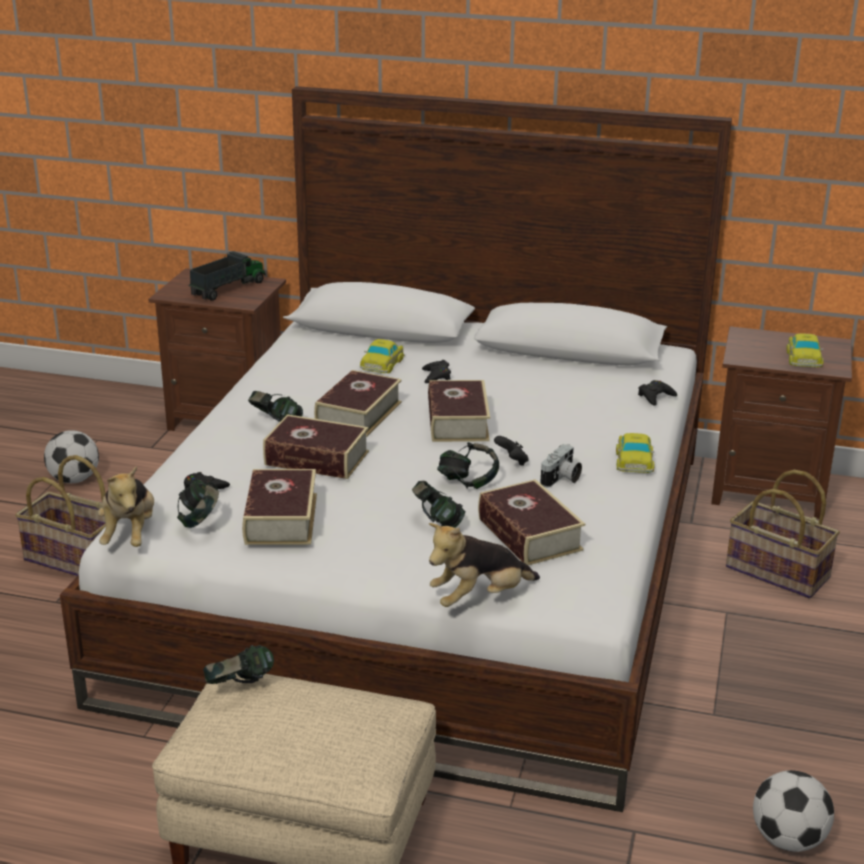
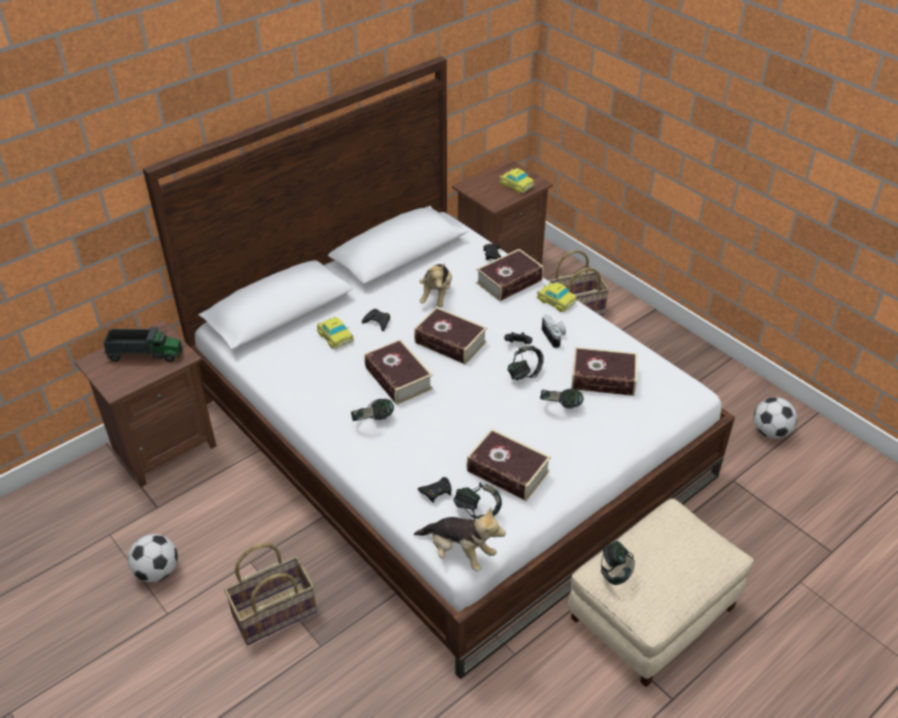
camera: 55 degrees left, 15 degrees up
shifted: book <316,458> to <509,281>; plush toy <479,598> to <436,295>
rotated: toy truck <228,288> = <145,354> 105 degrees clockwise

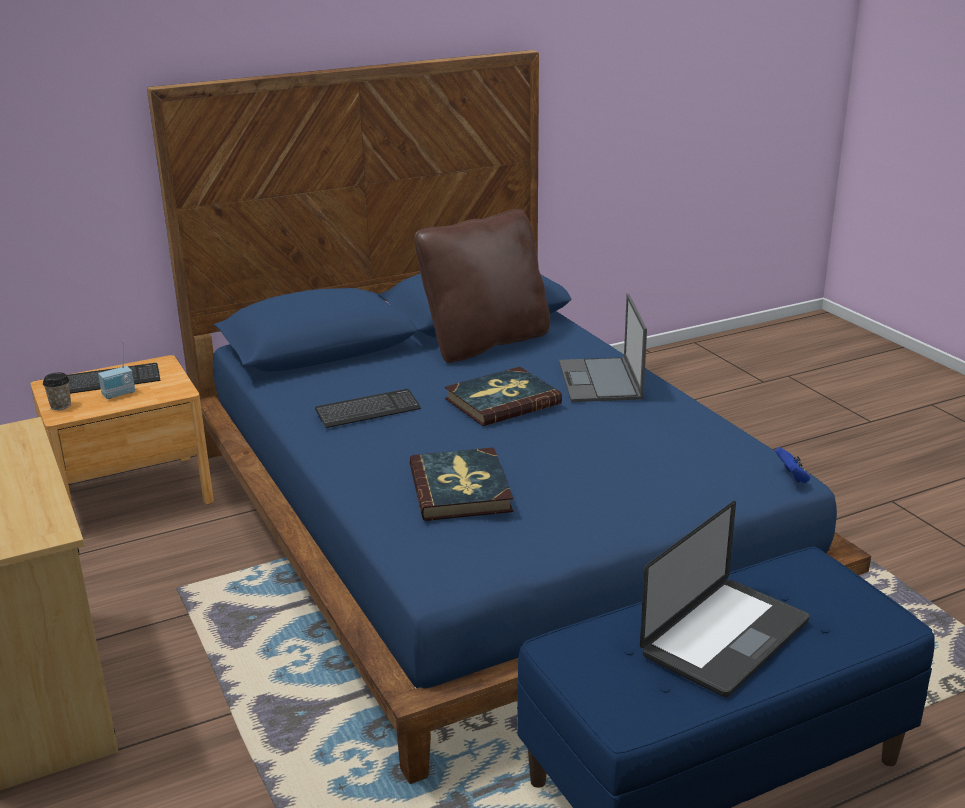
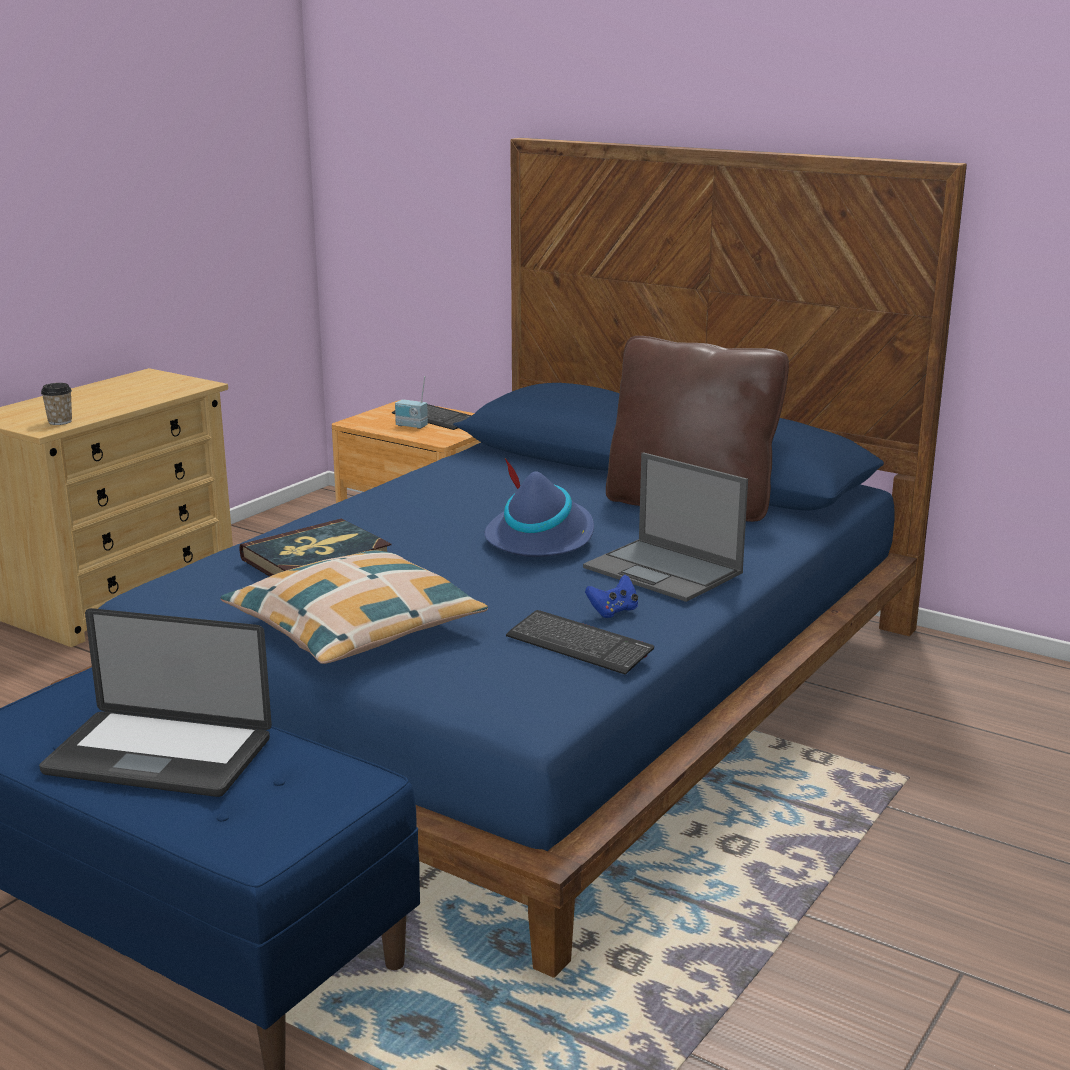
camera: 60 degrees right, 5 degrees down
new: pillow <354,628>
shifted: cup <60,406> to <60,422>; keyboard <368,411> to <579,645>; game controller (blue) <792,477> to <613,611>
swapped: book <502,401> to hat (blue) <540,537>
rotated: laptop <600,381> = <664,571> 105 degrees counterclockwise

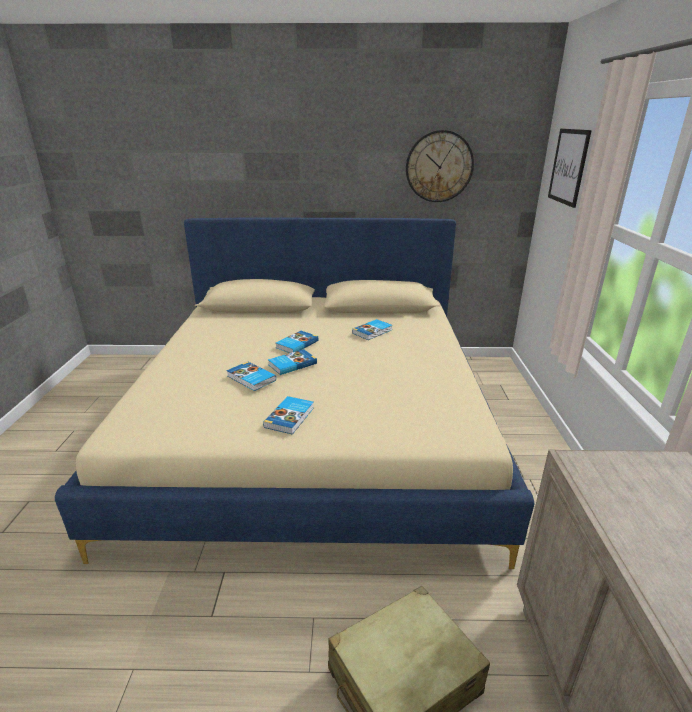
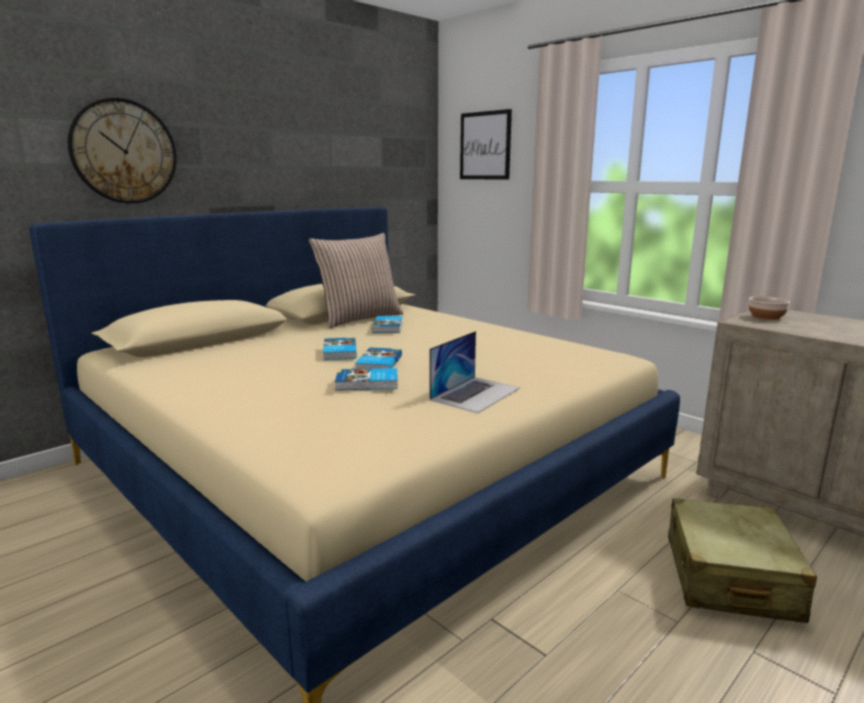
camera: 45 degrees left, 10 degrees down
new: pillow <359,318>; bowl <766,317>
shifted: wall clock <439,167> to <124,151>
swapped: book <290,417> to laptop <475,394>

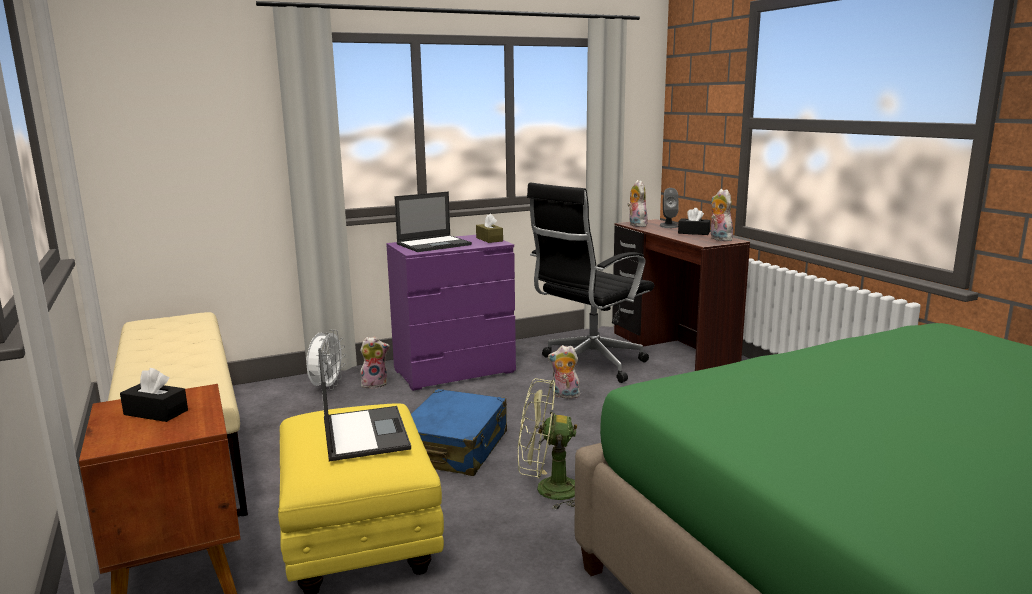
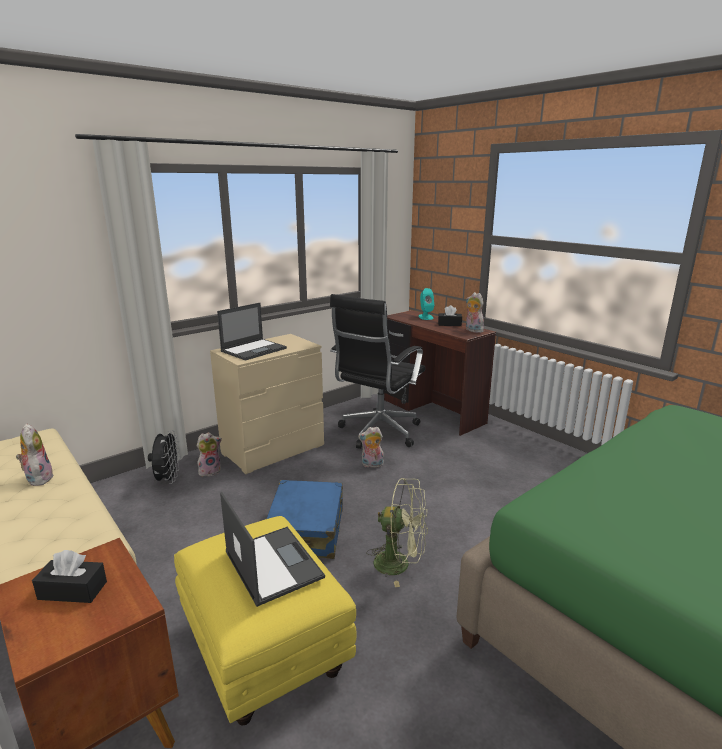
camera: 15 degrees left, 5 degrees up
gone: tissue box (brown) <489,239>
shifted: plush toy <636,225> to <38,478>
repainted: fan (white) <326,387> to fan (black) <168,479>; dresser (purple) <455,371> to dresser (beige) <273,450>; speaker (grey) <668,225> to speaker (turquoise) <425,317>
rotated: fan (green) <547,490> = <399,564> 150 degrees counterclockwise

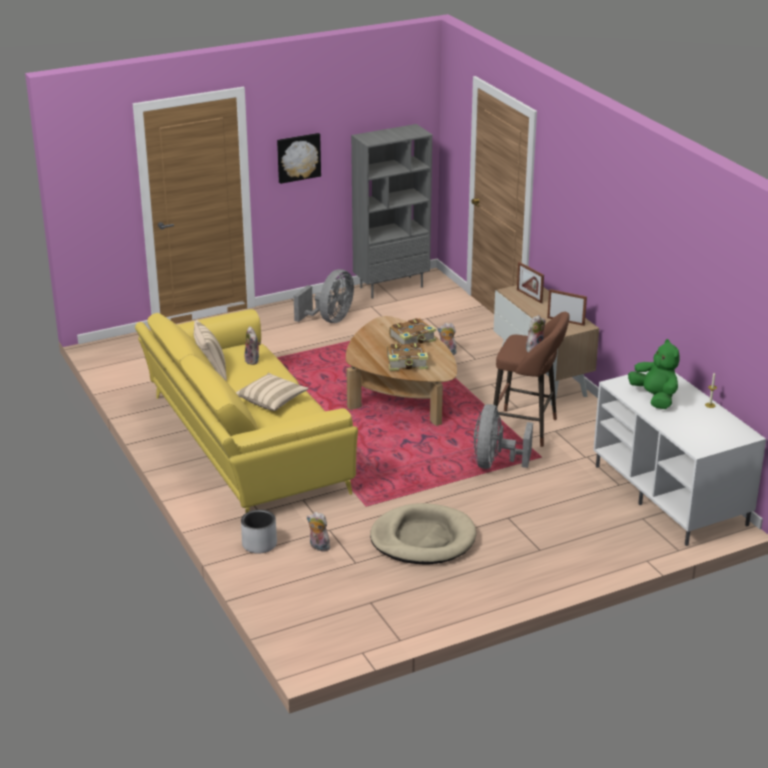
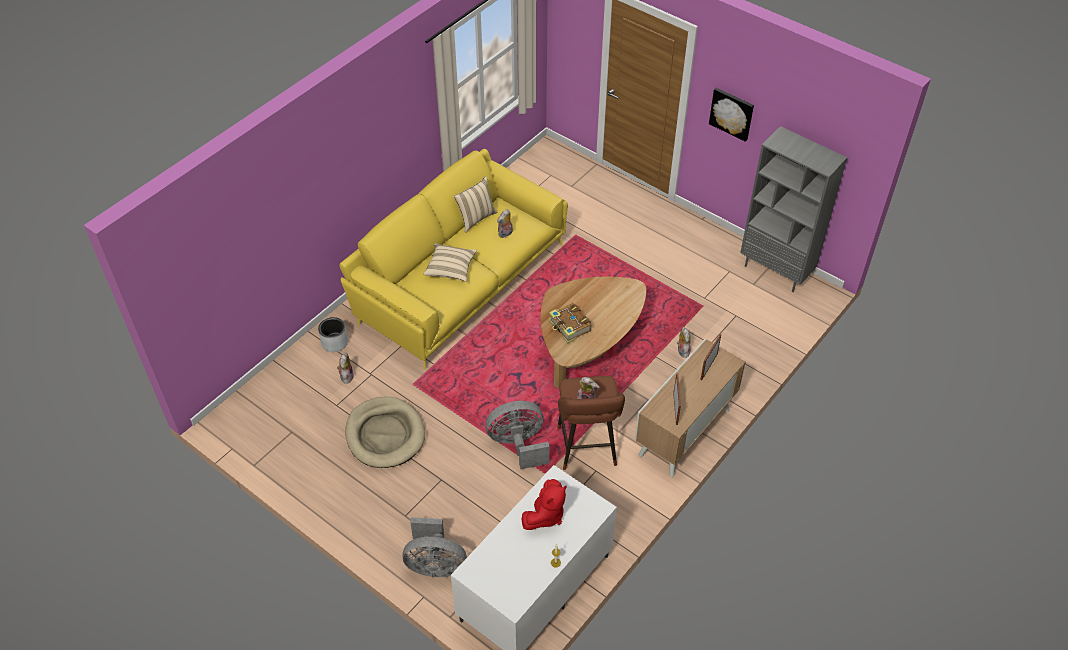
camera: 65 degrees right, 20 degrees up
gone: book <413,339>
shifted: fan (grey) <329,319> to <435,565>
repainted: plush toy (green) <655,398> to plush toy (red) <545,515>

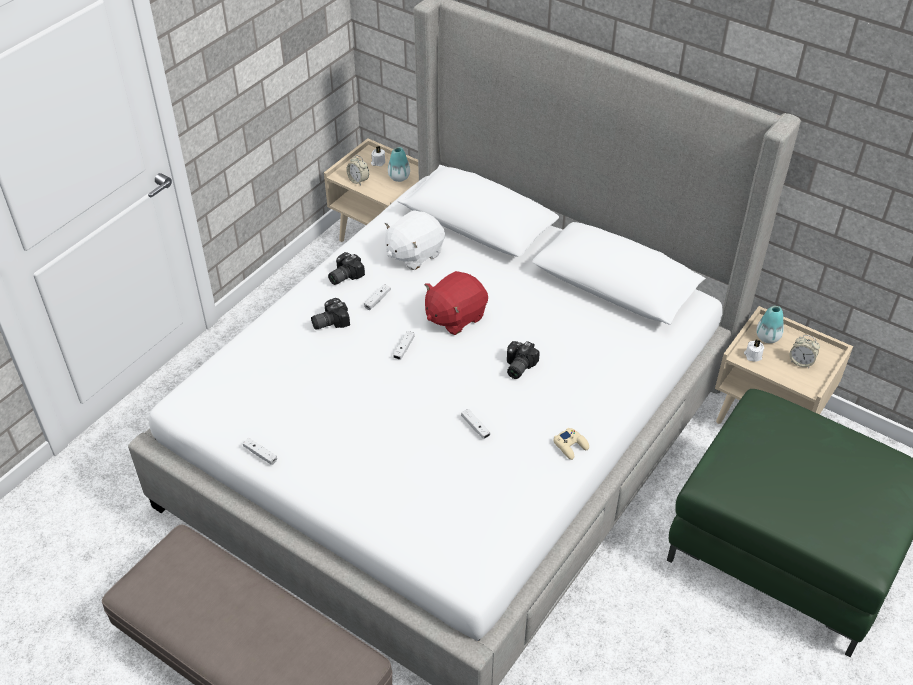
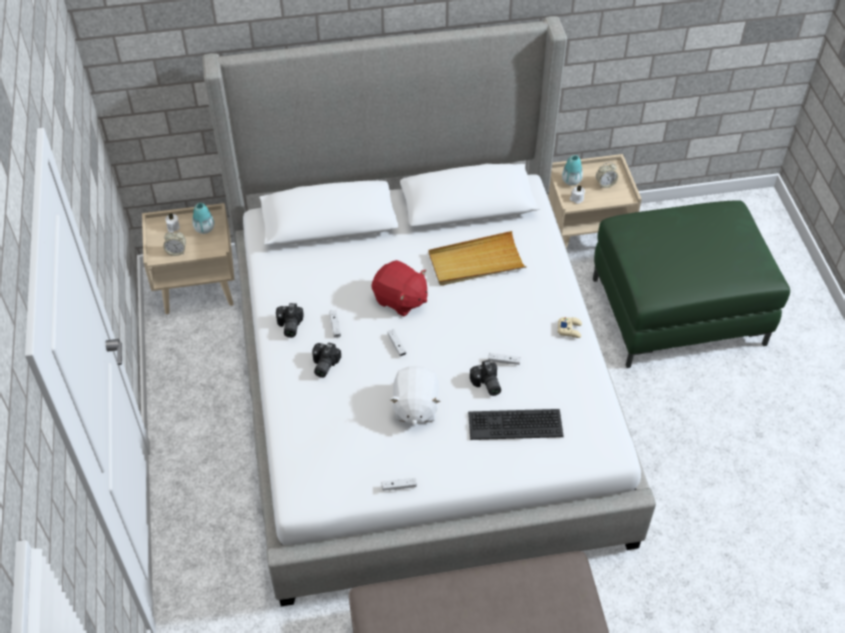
camera: 45 degrees left, 5 degrees up
new: tray (beige) <476,262>; keyboard <515,424>
shifted: plush toy (white) <414,254> to <415,407>; photo camera <517,366> to <486,385>
rotated: plush toy (red) <455,317> = <400,300> 60 degrees counterclockwise

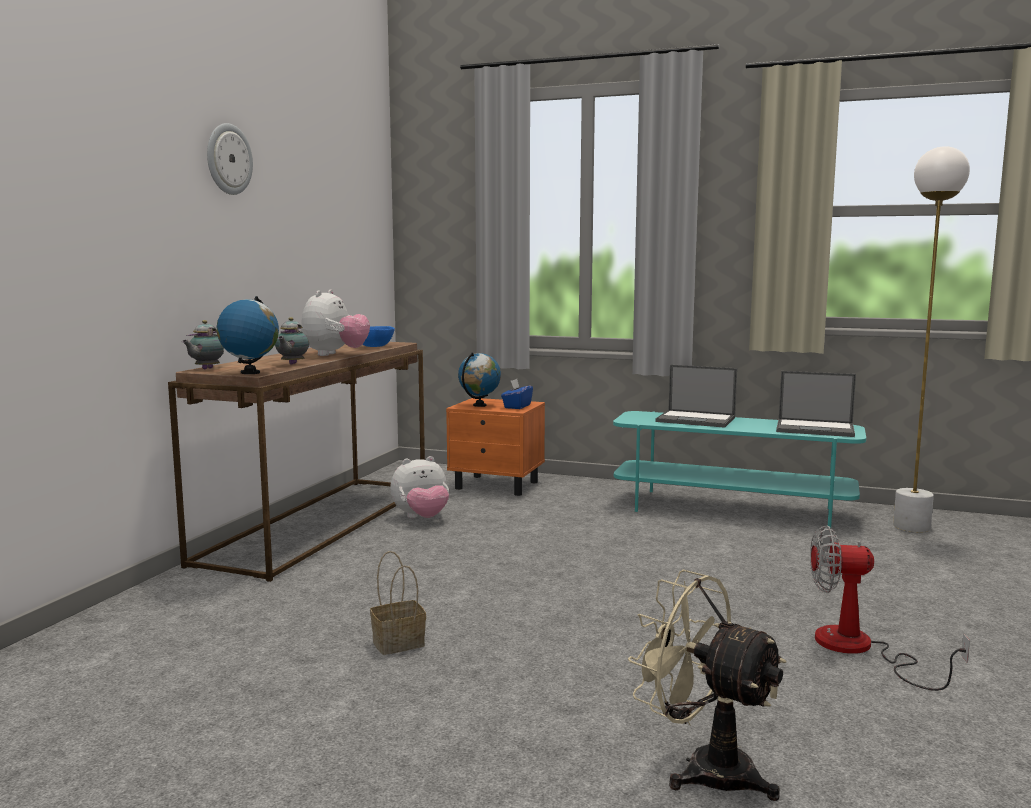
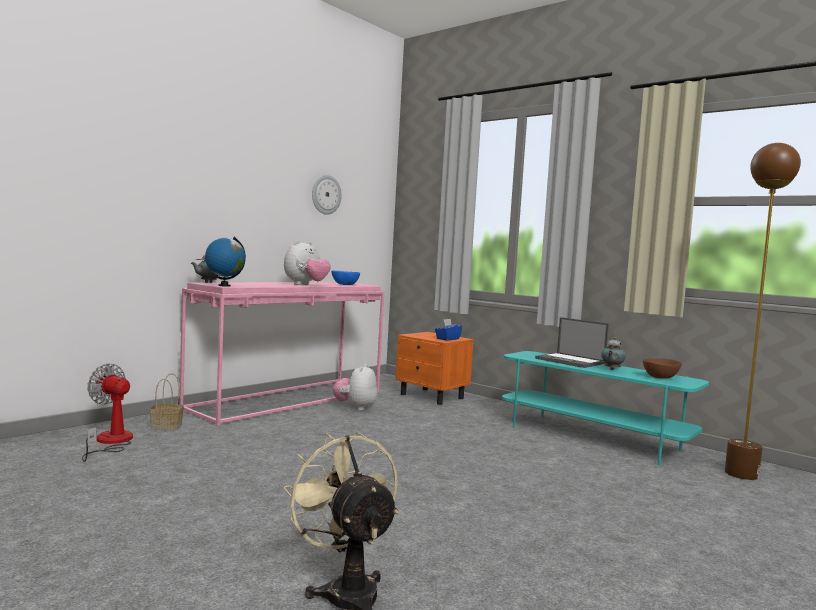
camera: 20 degrees right, 5 degrees down
gone: globe <479,405>
shifted: wall clock <228,159> to <326,194>; teapot <291,364> to <611,369>; basket <400,642> to <167,426>; fan <860,649> to <110,442>
swapped: laptop <816,429> to bowl (brown) <661,377>
repainted: console table (brown) <319,523> to console table (pink) <288,400>; floor lamp (white) <911,527> to floor lamp (brown) <741,474>
rotated: plush toy <421,518> = <355,407> 105 degrees clockwise

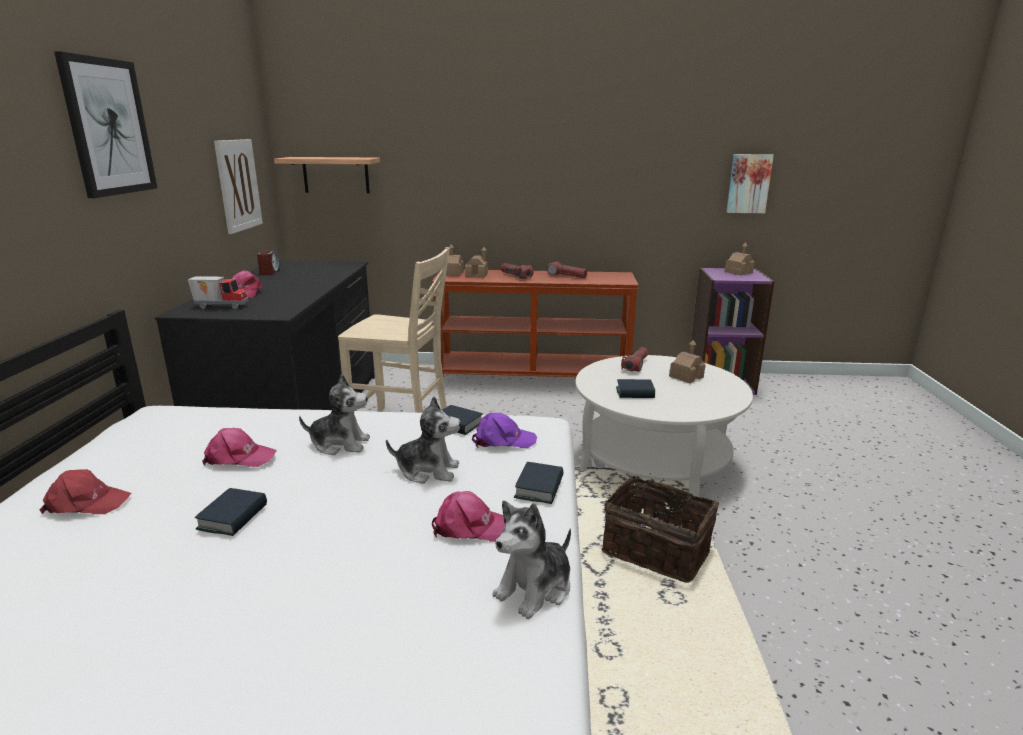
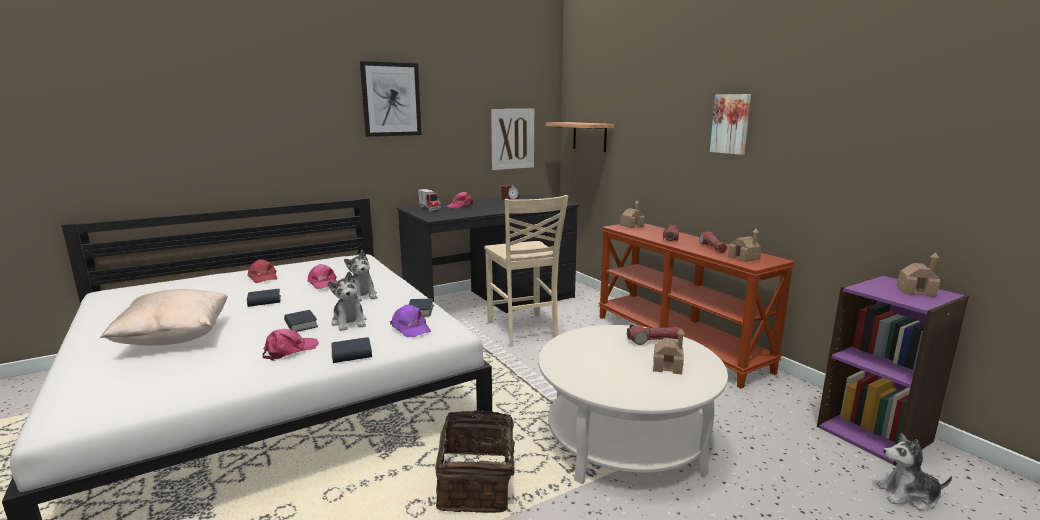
camera: 55 degrees right, 5 degrees down
new: pillow (beige) <175,338>
shifted: toy house <476,275> to <743,258>; plush toy <535,589> to <908,496>; book <635,393> to <301,325>; picture <748,183> to <731,124>
rotated: cap (pink) <471,527> = <289,350> 105 degrees counterclockwise

